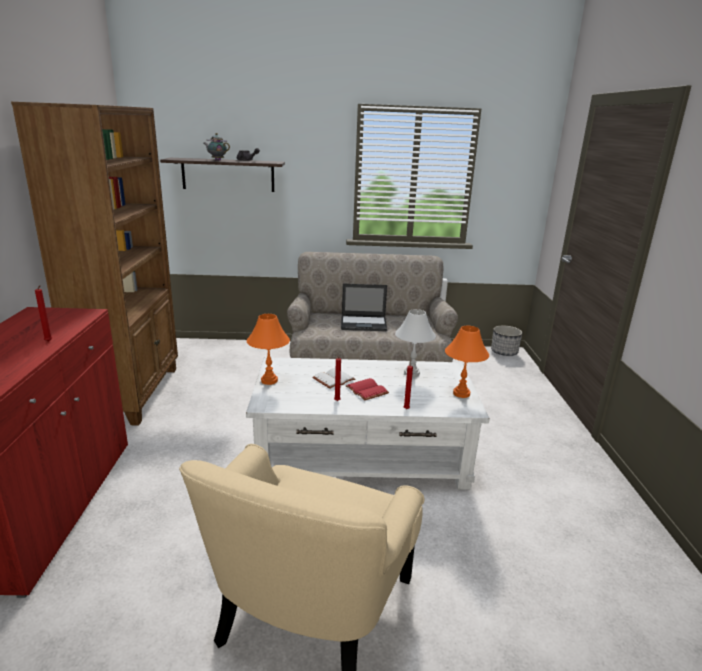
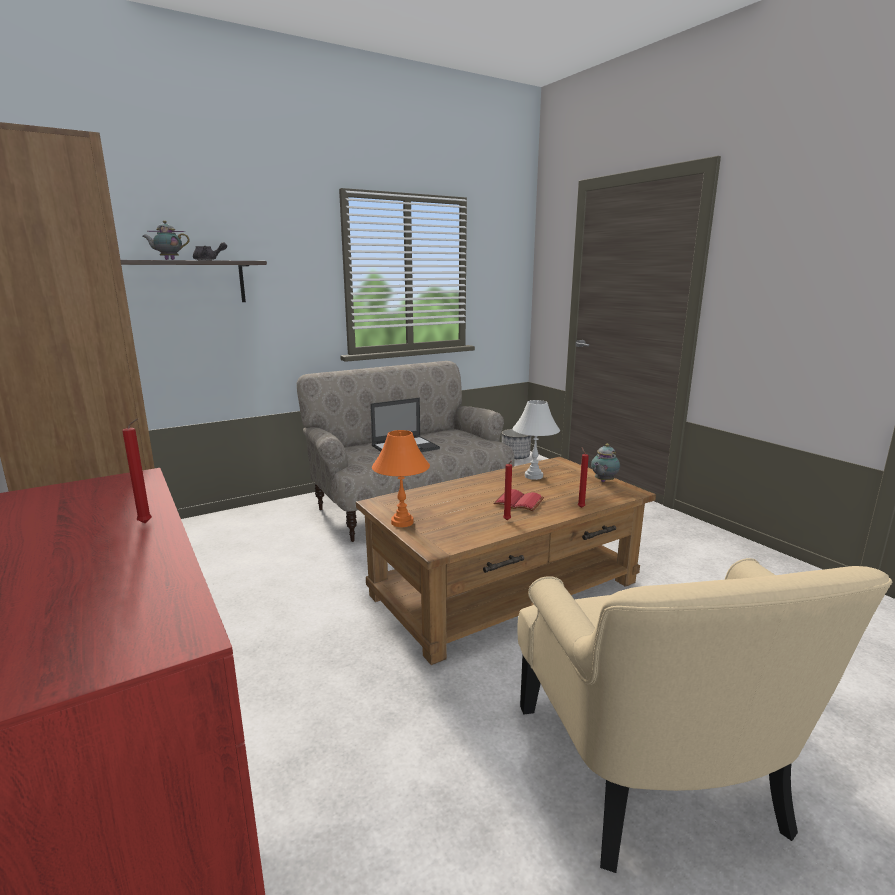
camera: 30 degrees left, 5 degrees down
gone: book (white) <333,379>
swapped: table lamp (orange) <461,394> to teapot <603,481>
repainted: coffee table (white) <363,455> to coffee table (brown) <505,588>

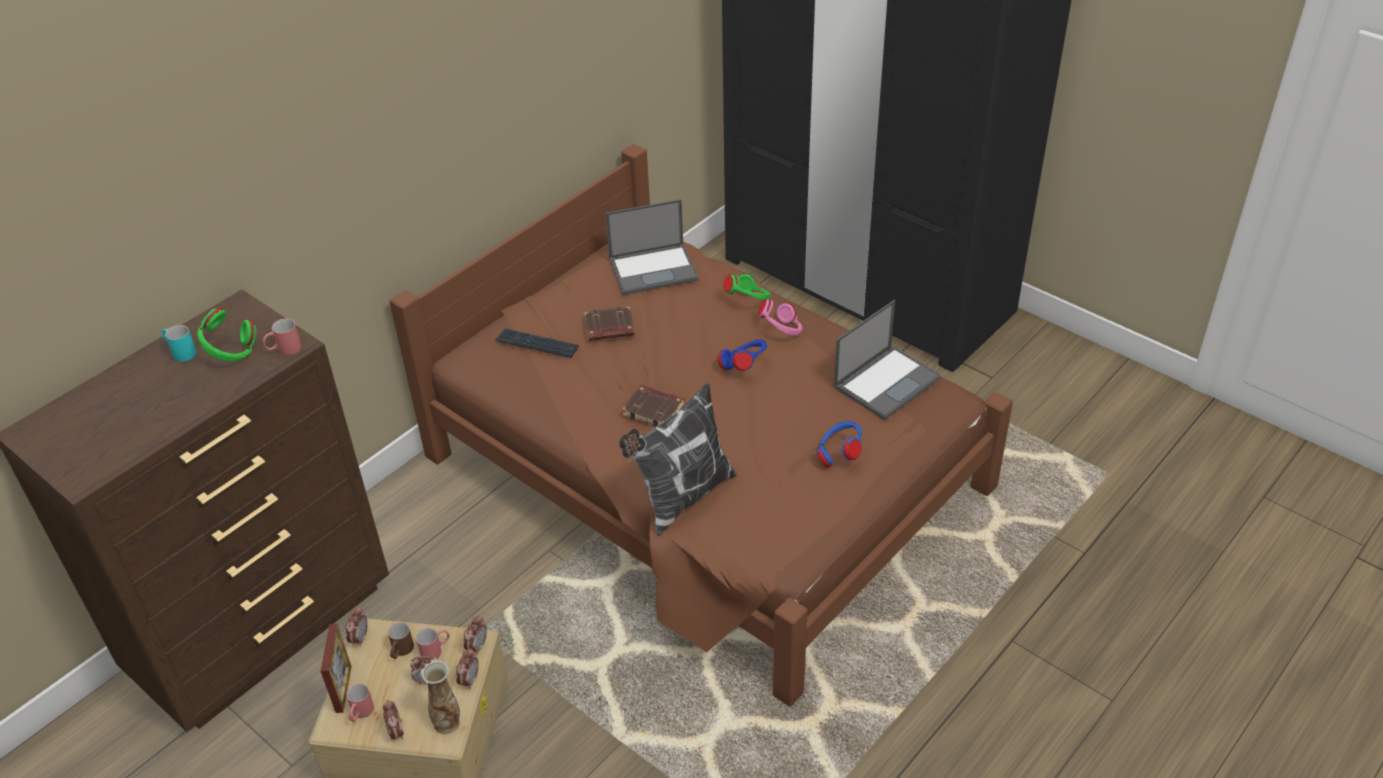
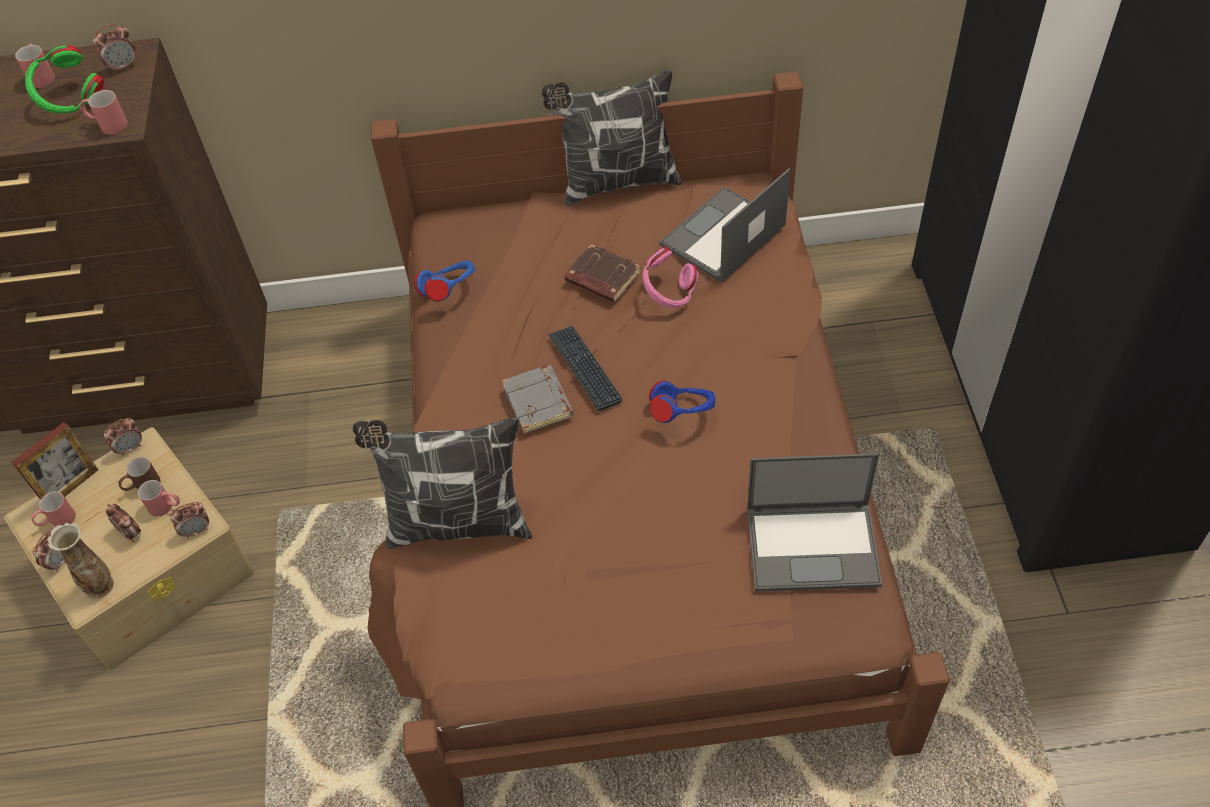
camera: 45 degrees right, 10 degrees up
gone: headphones (green) <749,301>
new: pillow <616,182>
shifted: alarm clock <469,680> to <123,66>; keyboard <537,344> to <585,368>; headphones (pink) <781,331> to <669,294>; headphones (blue) <839,455> to <449,292>
repainted: mug (turquoise) <180,352> to mug (red) <42,75>; book (brown) <654,410> to book (grey) <539,403>
rotated: laptop <654,269> = <722,236> 105 degrees clockwise

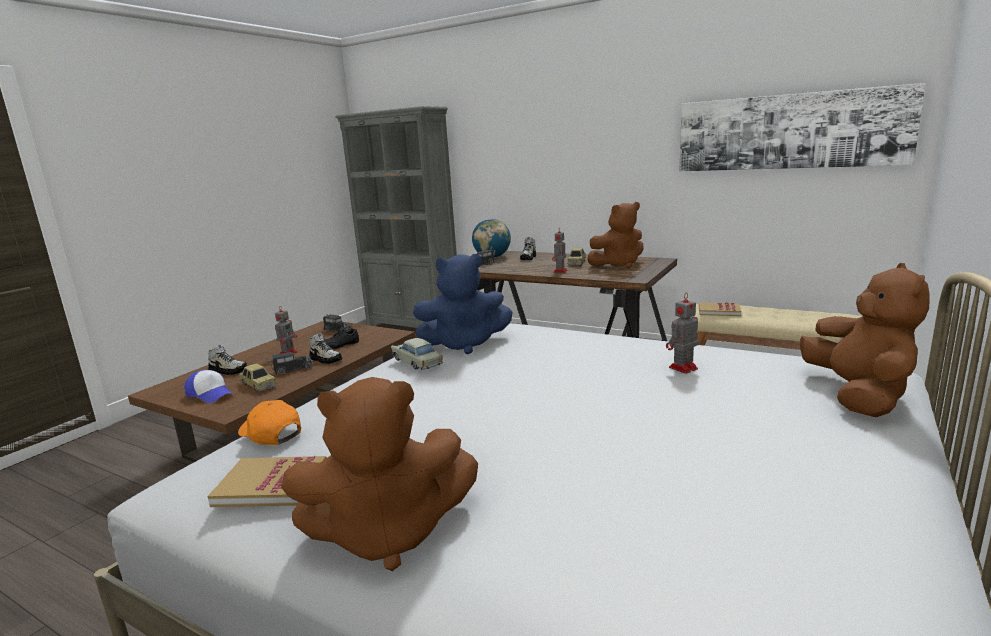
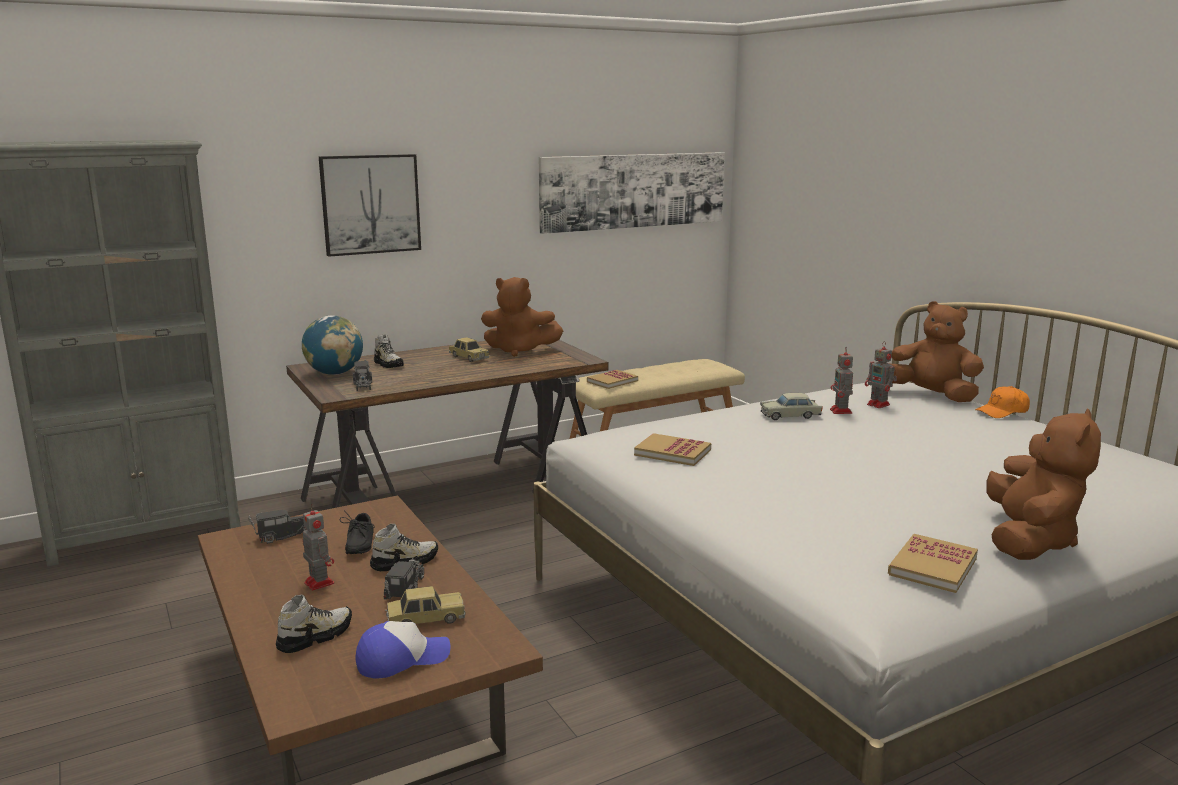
camera: 60 degrees left, 0 degrees up
new: picture <370,204>
shifted: cap (orange) <271,434> to <1002,412>; toy car (beige) <417,362> to <790,416>; toy robot <560,271> to <879,405>
swapped: plush toy (blue) <464,344> to book <672,452>
rotated: plush toy (brown) <618,265> = <519,351> 90 degrees clockwise

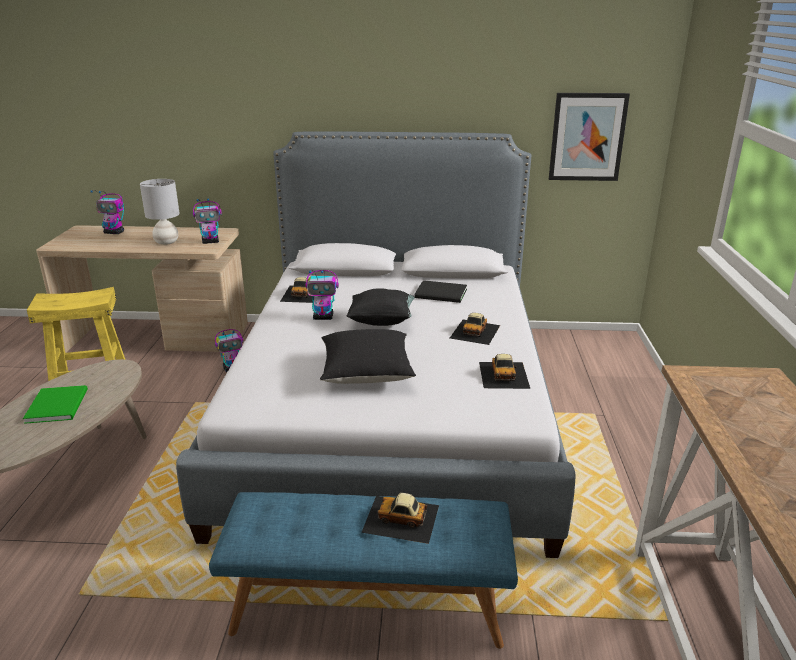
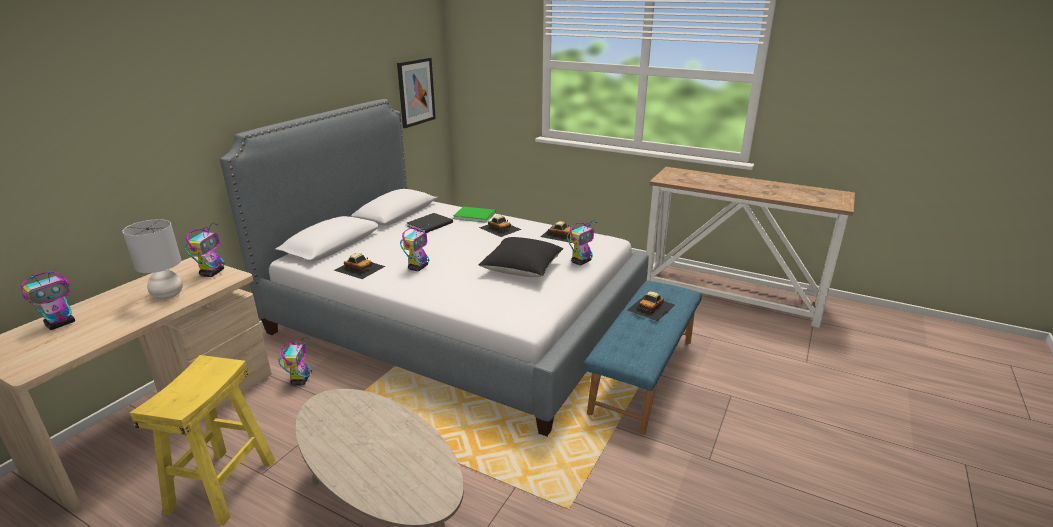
camera: 65 degrees left, 0 degrees up
gone: pillow (black) <381,321>
new: toy robot <581,262>
shifted: book (green) <59,405> to <474,215>

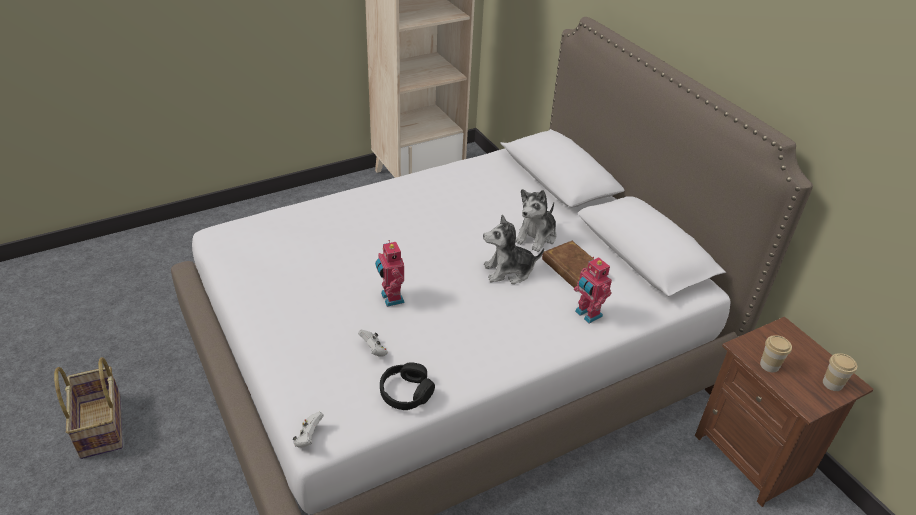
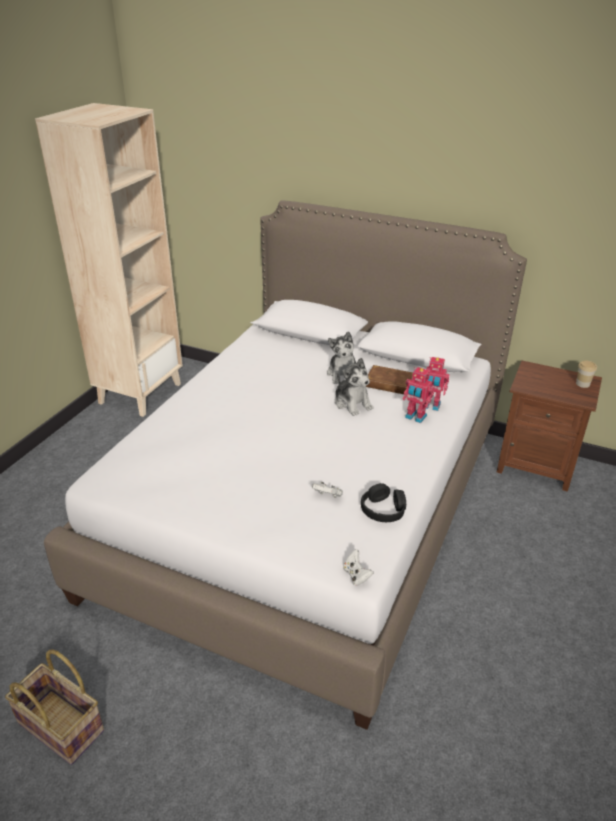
camera: 35 degrees left, 5 degrees down
gone: cup <769,365>
shifted: toy robot <391,298> to <415,417>
rotated: plush toy <509,271> = <352,403> 75 degrees counterclockwise

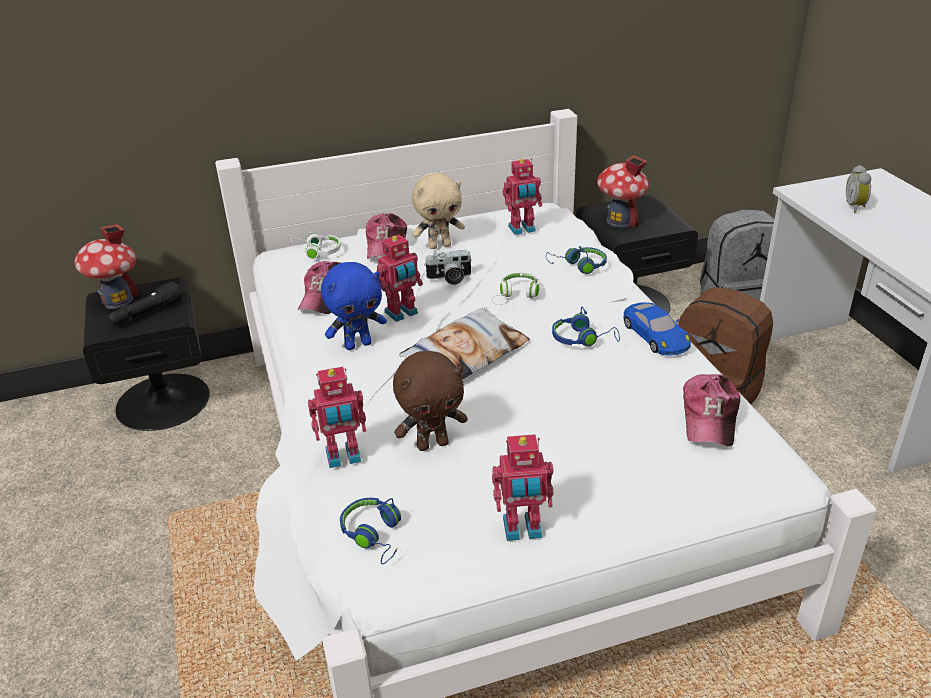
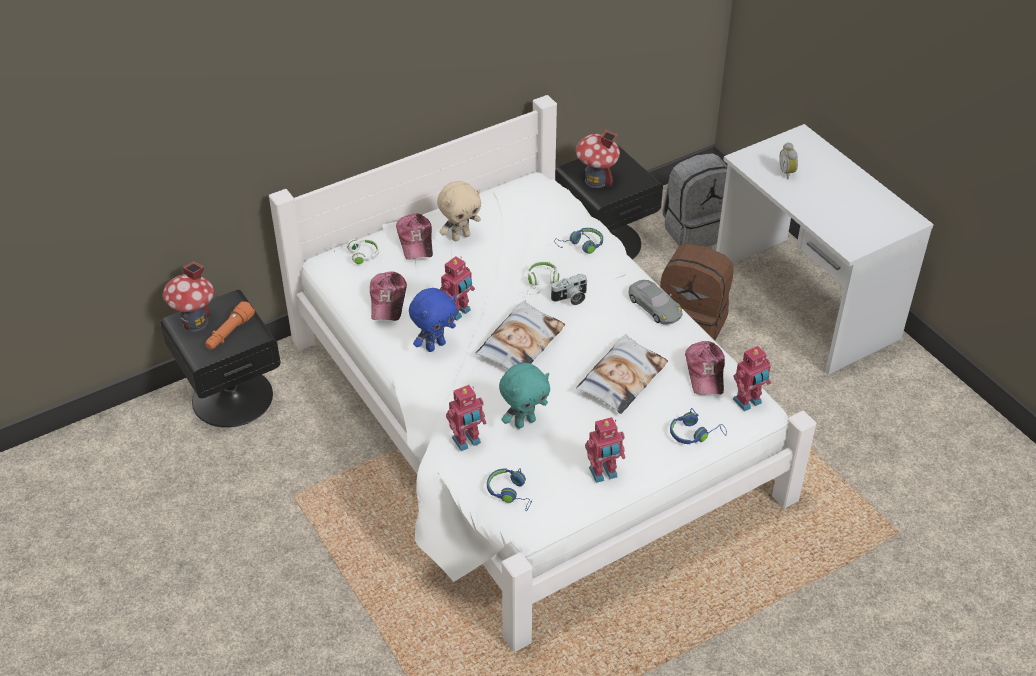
camera: 15 degrees left, 10 degrees up
new: pillow <621,379>
shifted: photo camera <449,278> to <570,298>; toy robot <522,229> to <748,402>; headphones (blue) <582,339> to <694,433>
repainted: flashlight (black) <146,314> to flashlight (orange) <229,333>; plush toy (brown) <432,444> to plush toy (turquoise) <524,422>; toy car (blue) <655,335> to toy car (grey) <654,306>

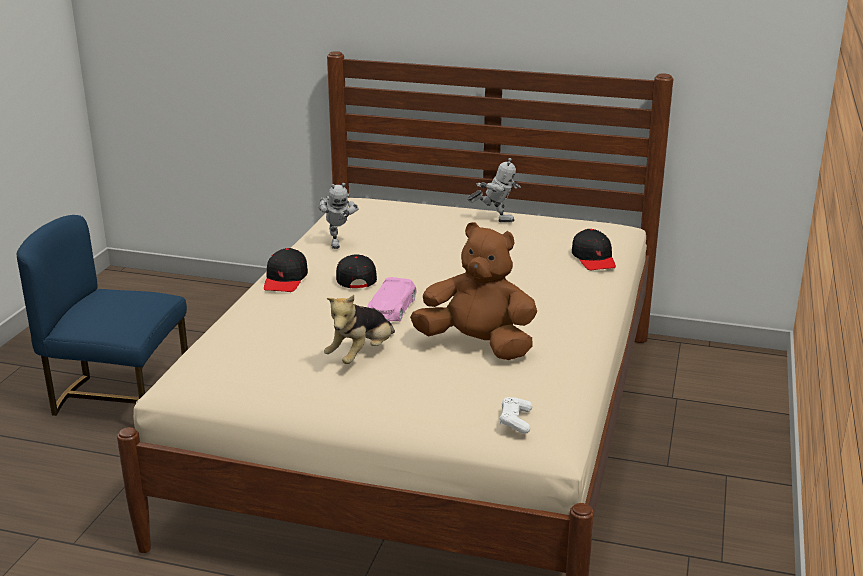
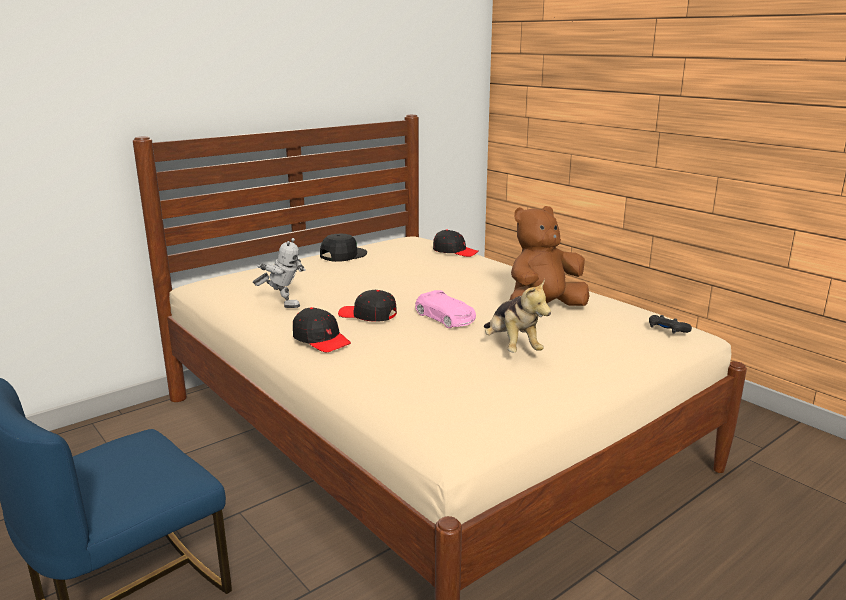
camera: 55 degrees left, 5 degrees down
swapped: toy robot <495,219> to cap (black) <343,255>
repainted: game controller (white) <515,421> to game controller (black) <667,330>

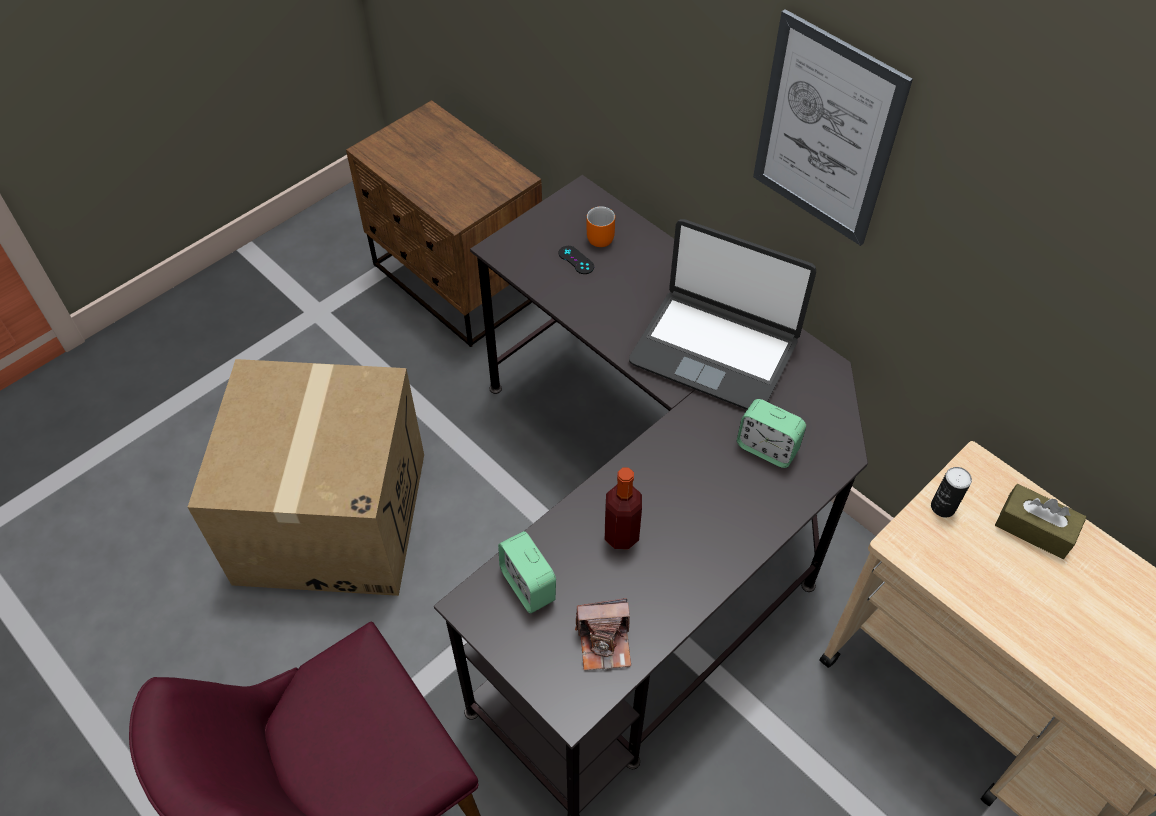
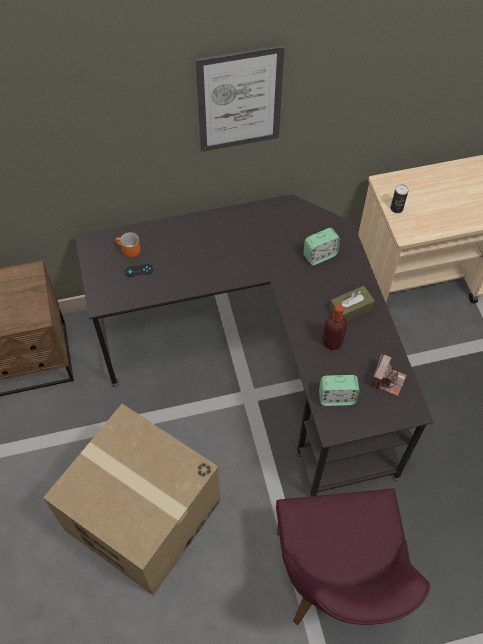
camera: 60 degrees left, 5 degrees up
gone: laptop <714,350>
shifted: tissue box (brown) <1034,529> to <350,309>

